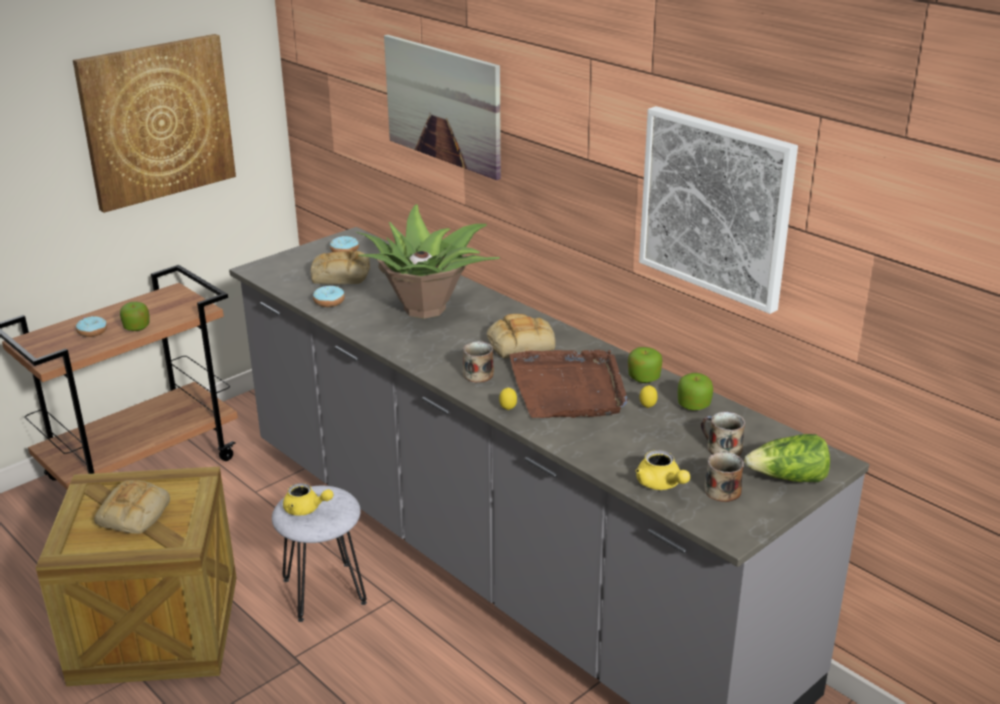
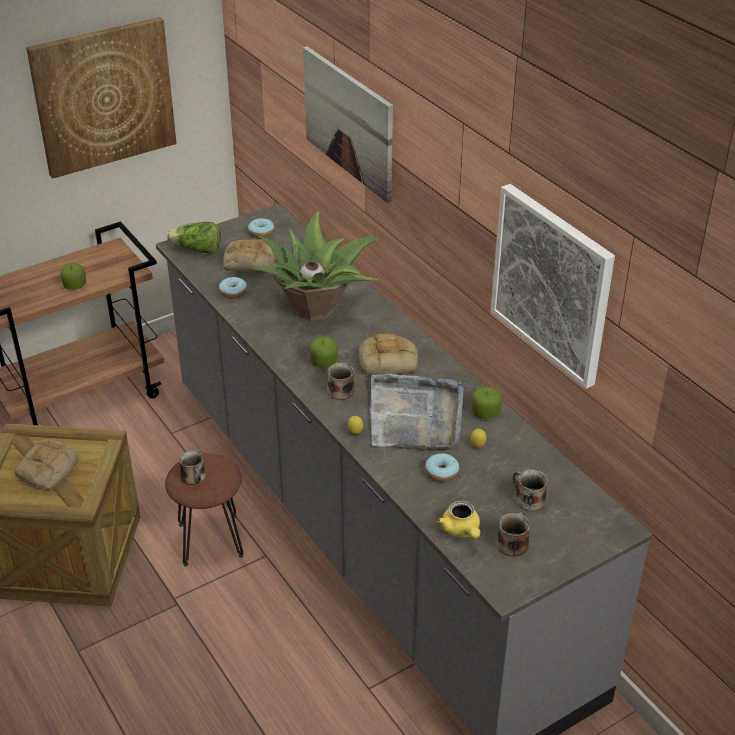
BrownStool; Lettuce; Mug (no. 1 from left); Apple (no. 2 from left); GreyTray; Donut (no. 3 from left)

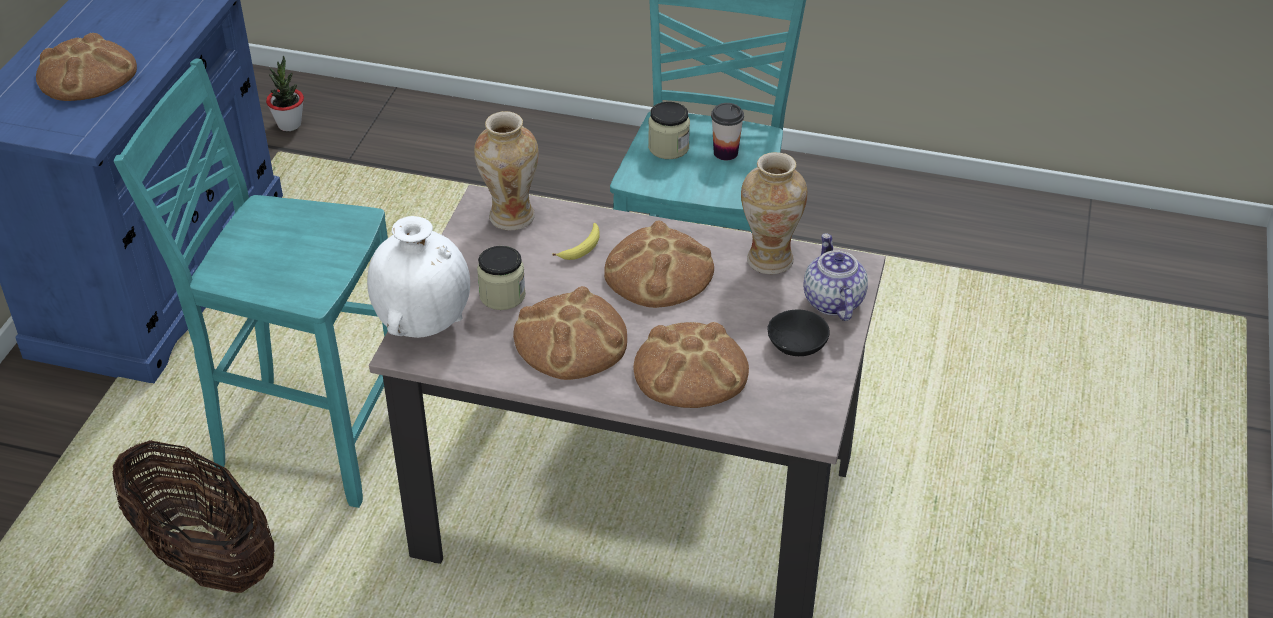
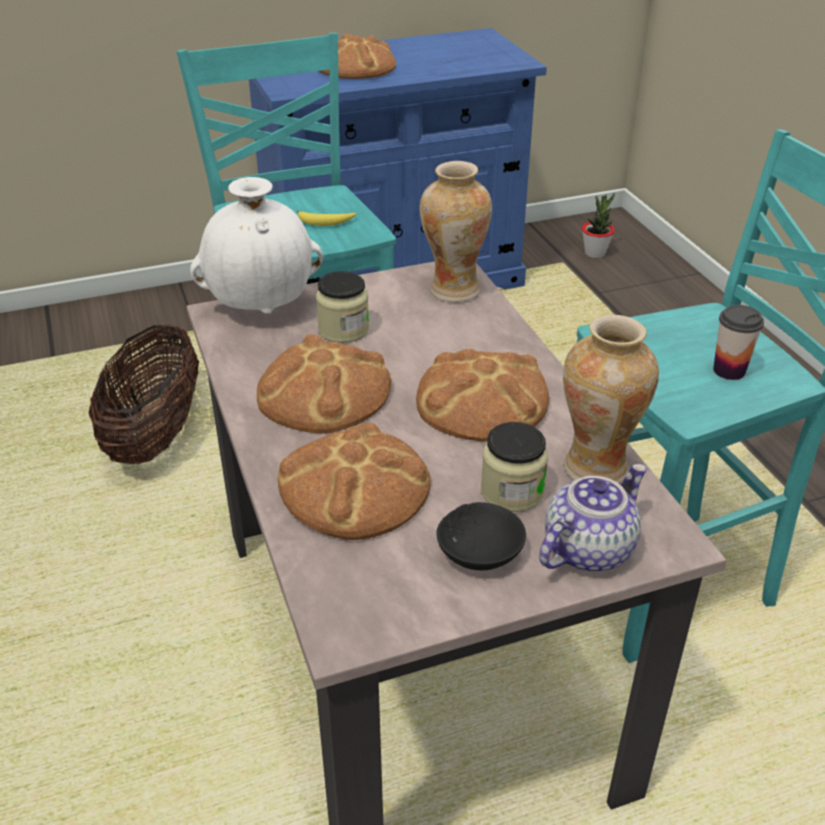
Banana; Jar (no. 2 from left)

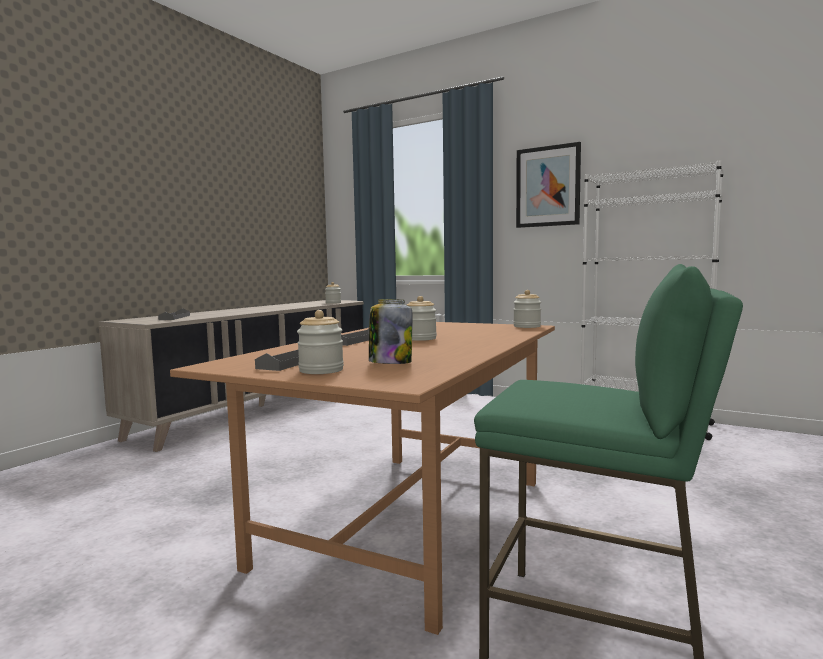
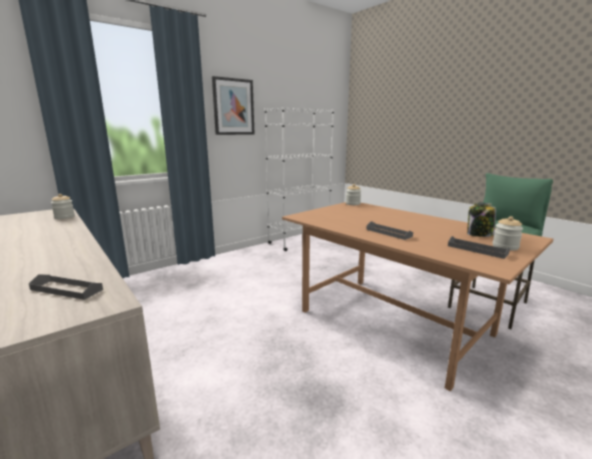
Jar (no. 4 from left in the first image)

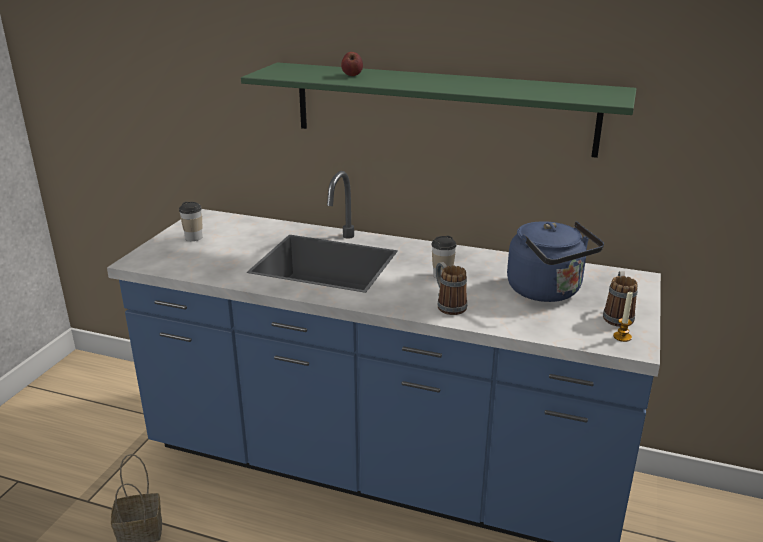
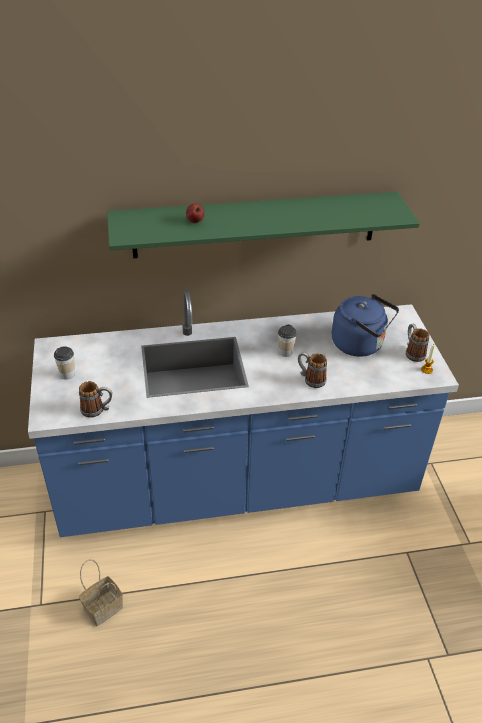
Mug (no. 1 from left)

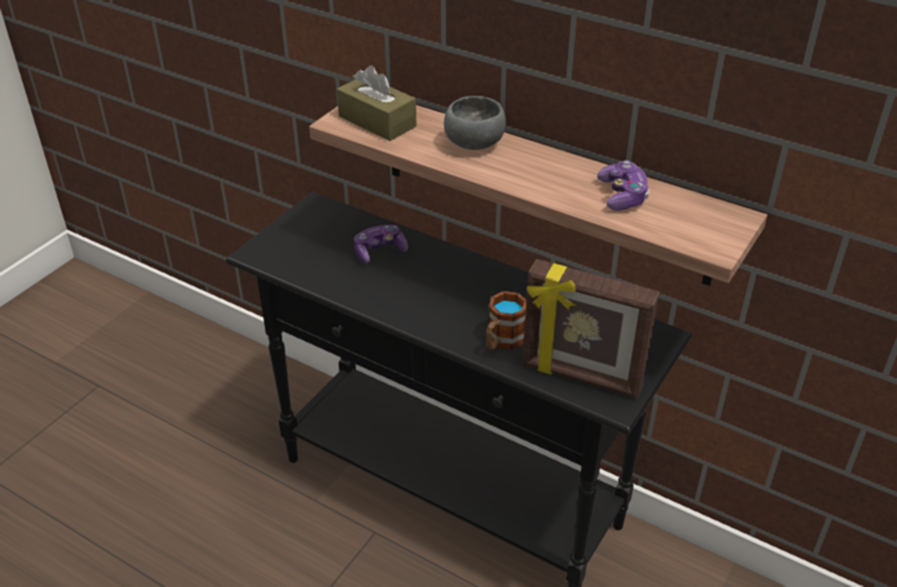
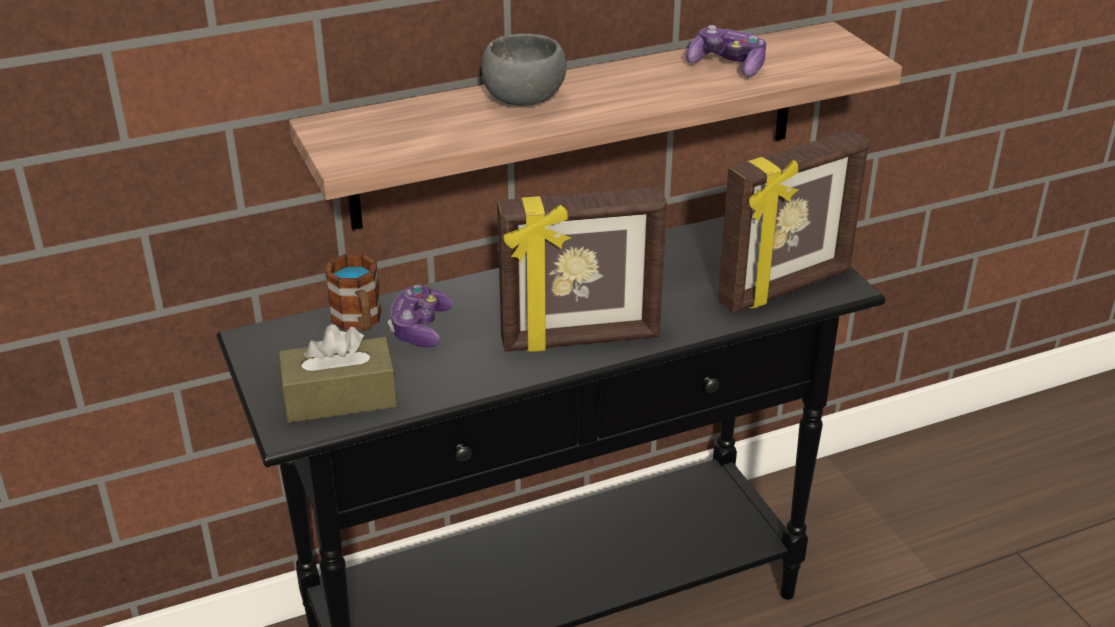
BrownTissueBox; Mug; PictureFrame (no. 1 from left)

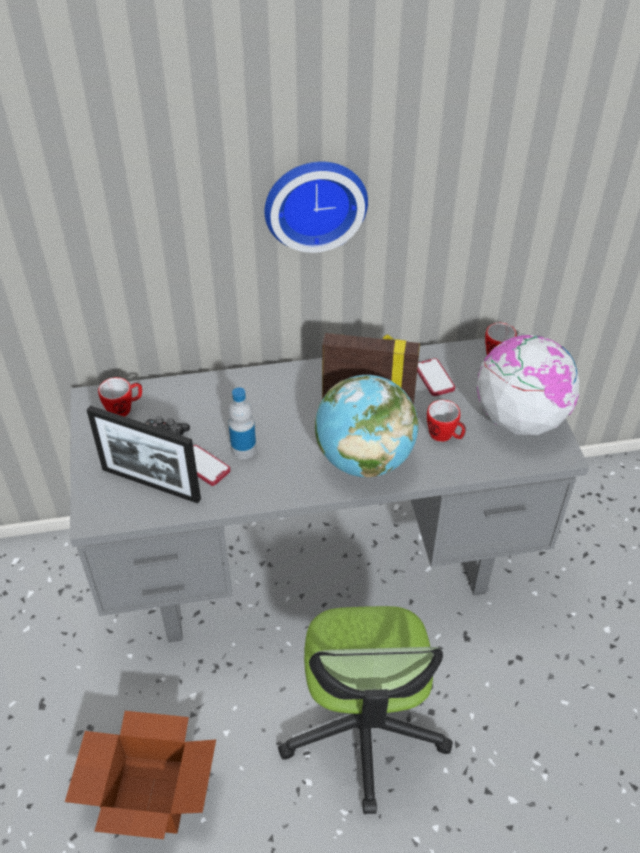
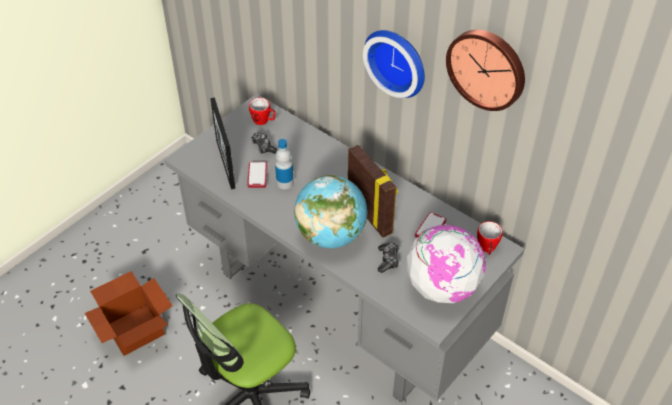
GameController (no. 2 from left); WallClock (no. 2 from left)

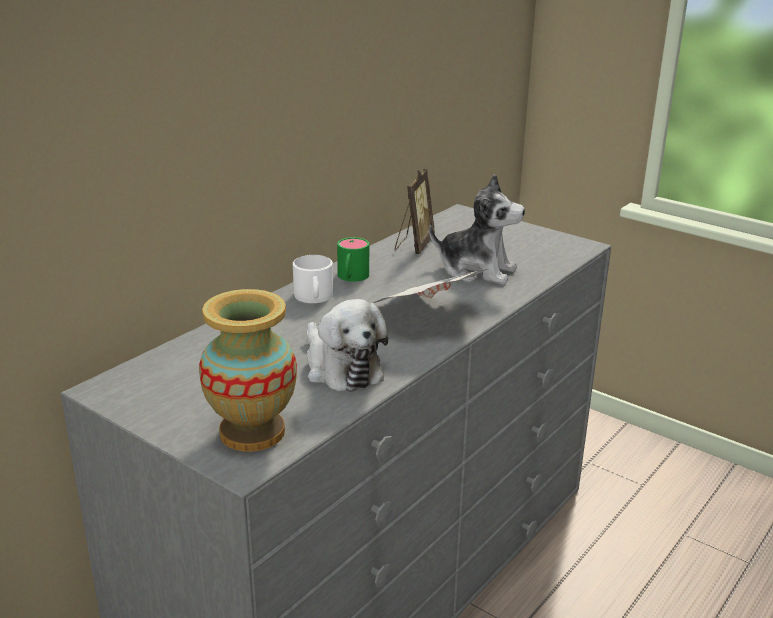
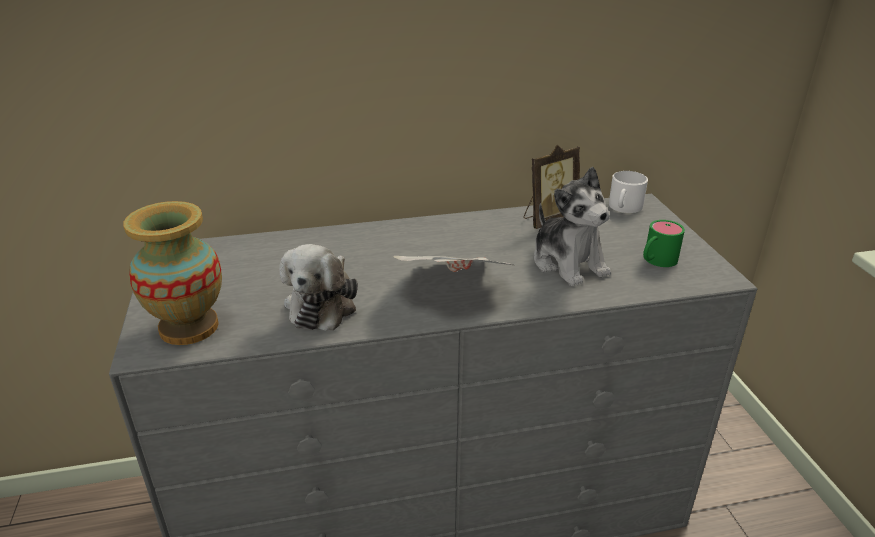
WhiteMug; GreenMug

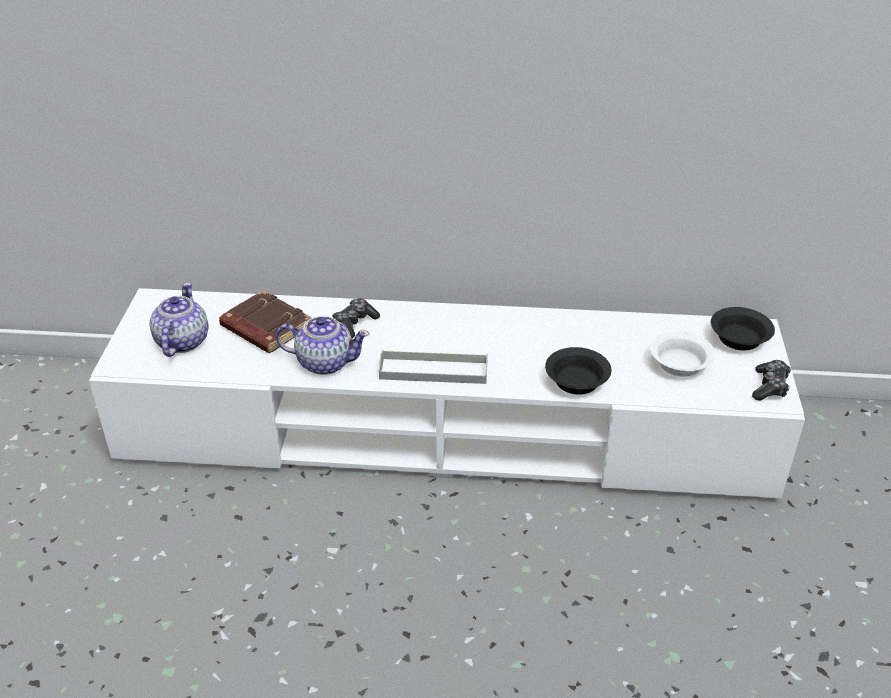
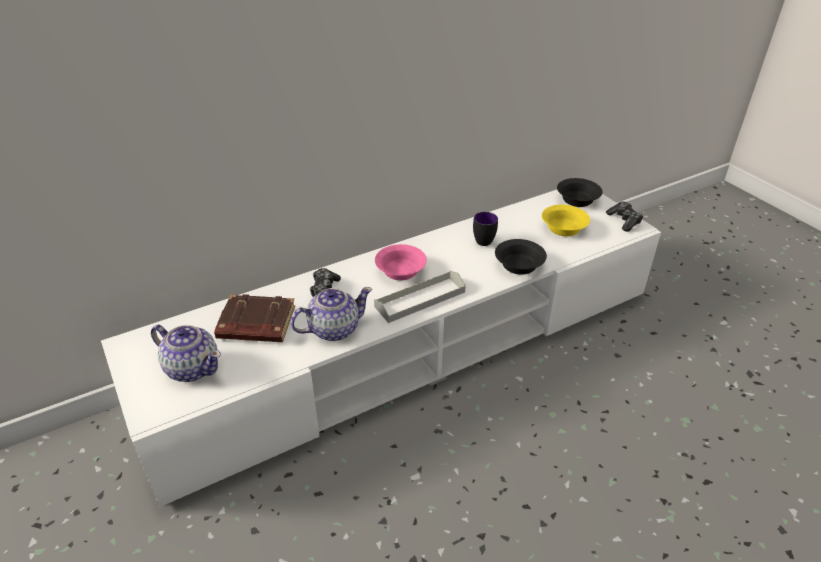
Teapot (no. 1 from left); PinkBowl; Mug; YellowBowl

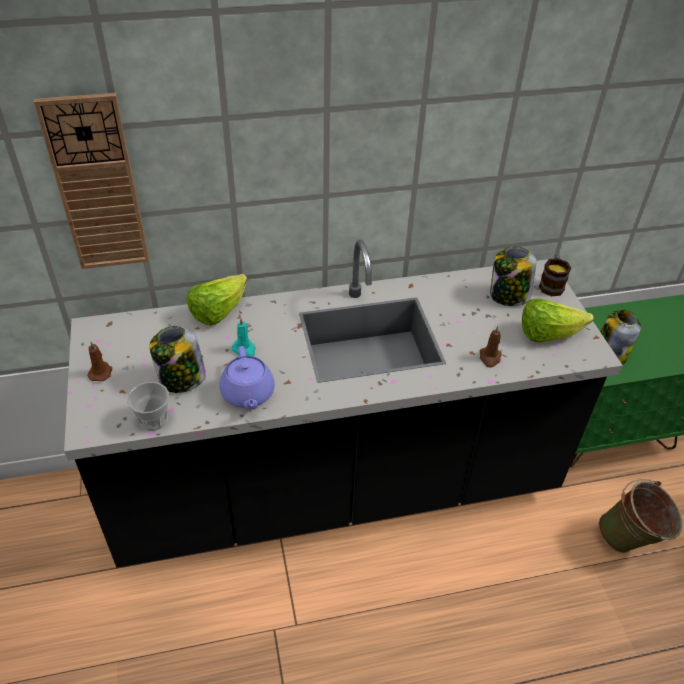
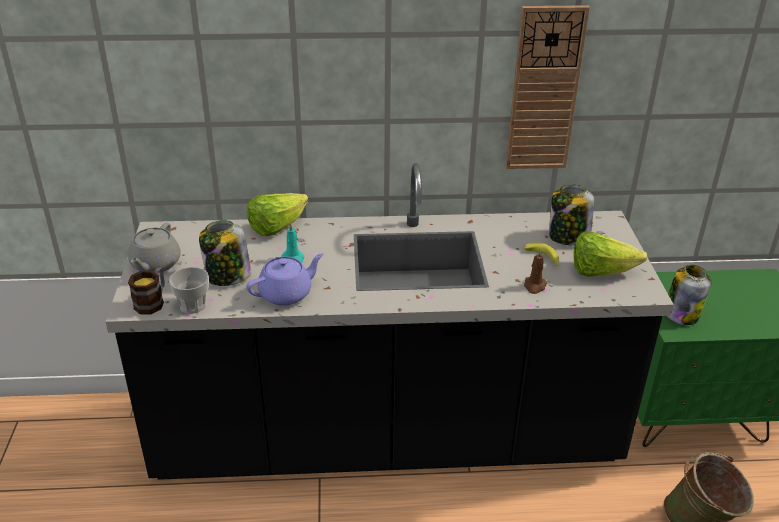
GreyTeapot; Mug; PurpleTeapot; WallClock; Banana

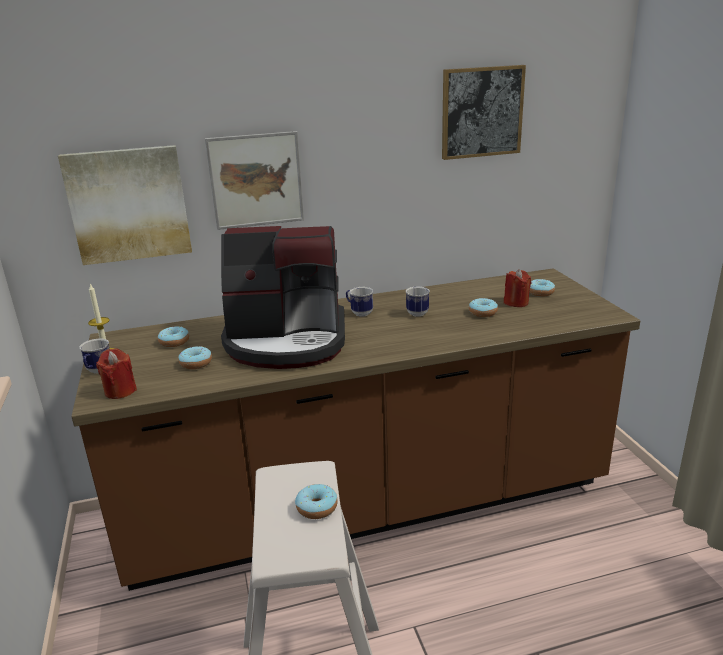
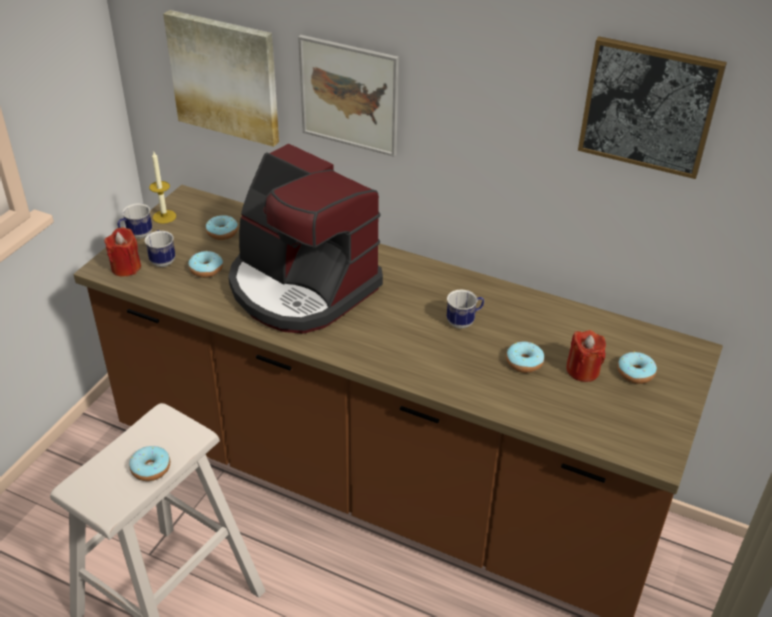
Mug (no. 2 from left)

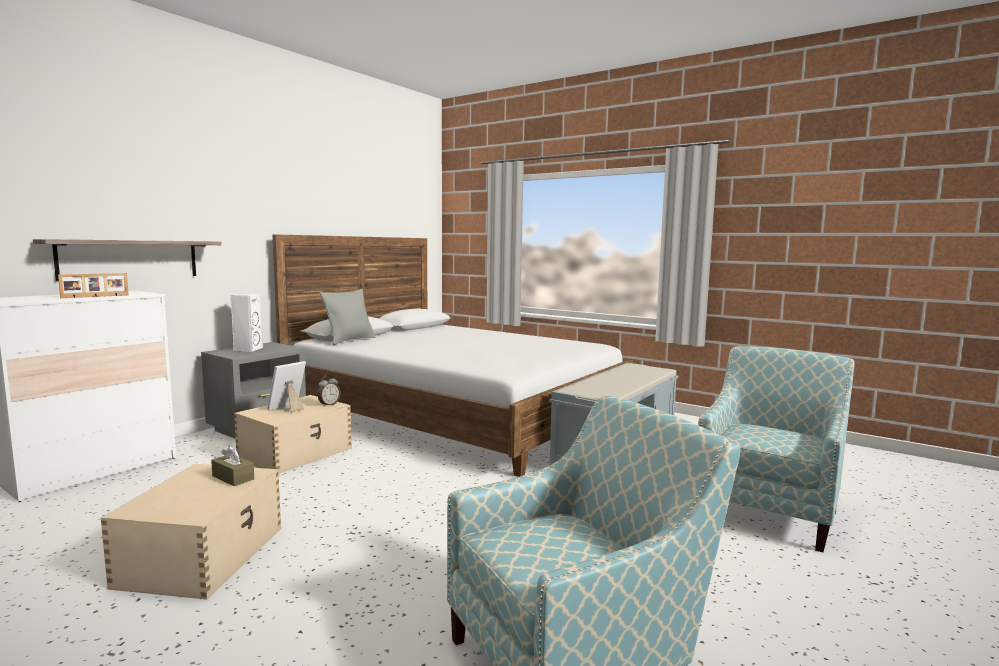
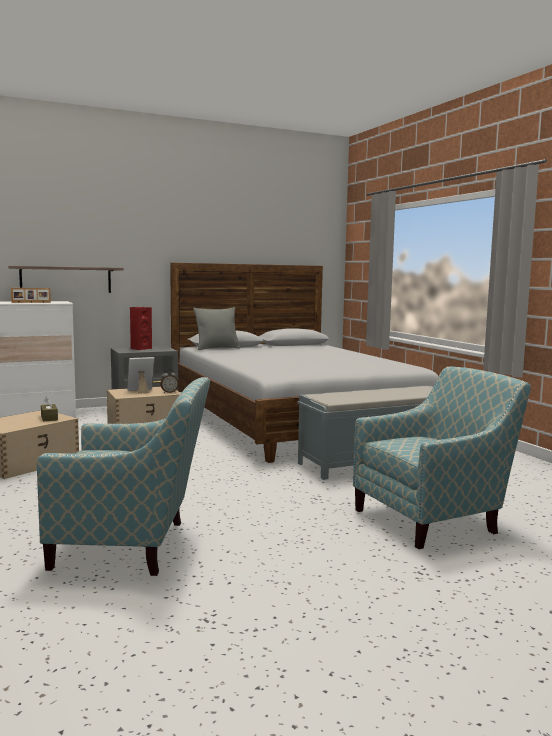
RedSpeaker

